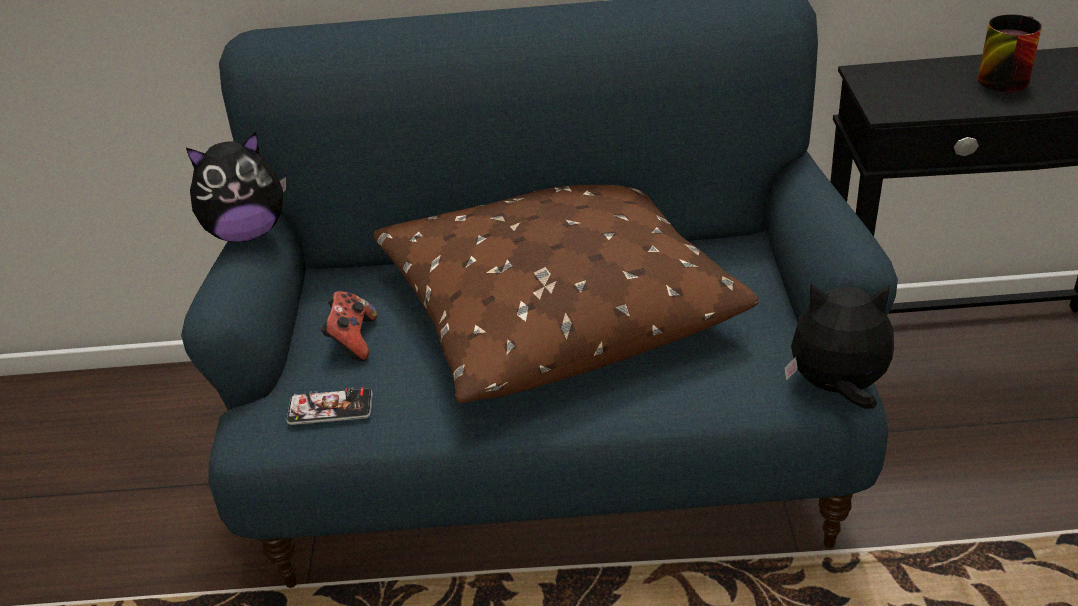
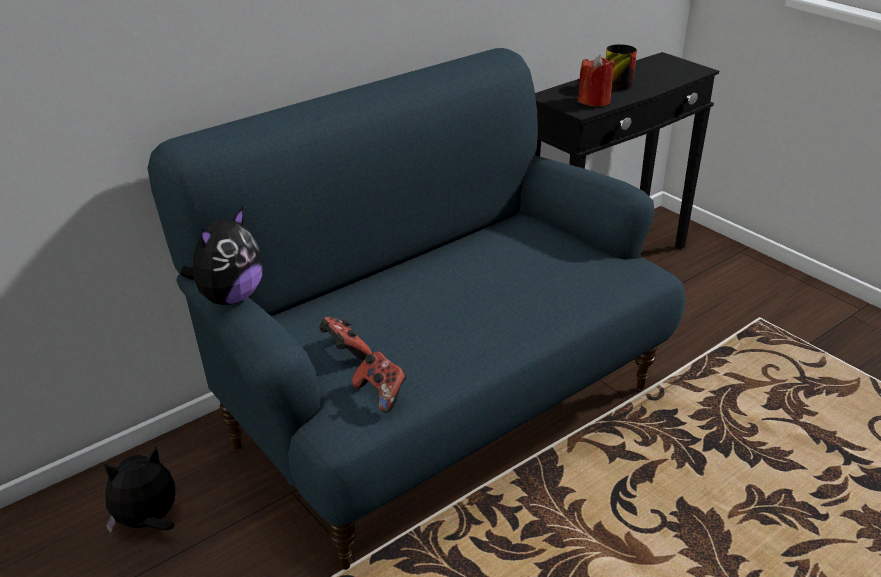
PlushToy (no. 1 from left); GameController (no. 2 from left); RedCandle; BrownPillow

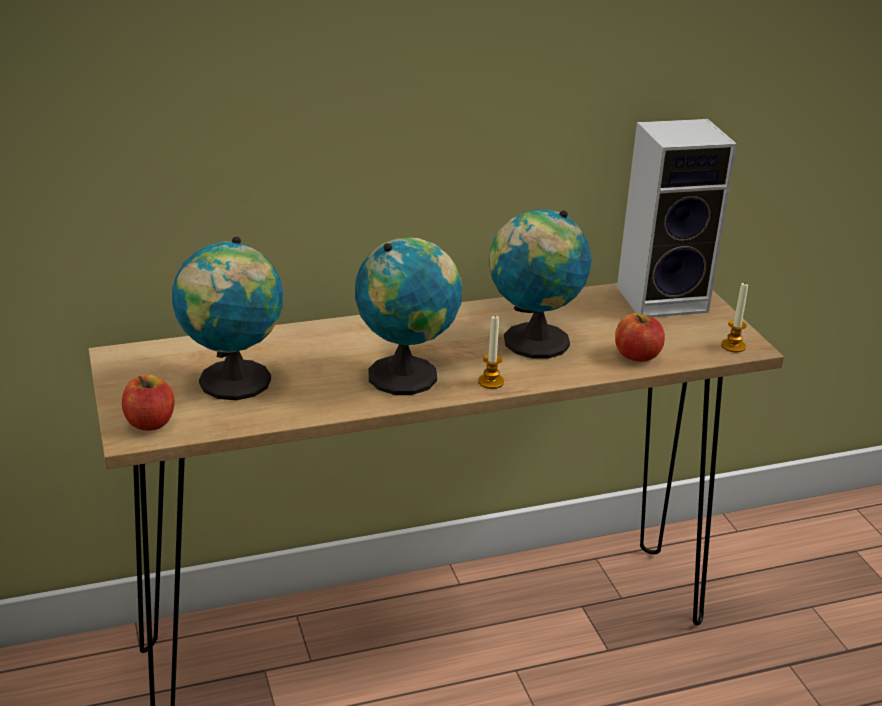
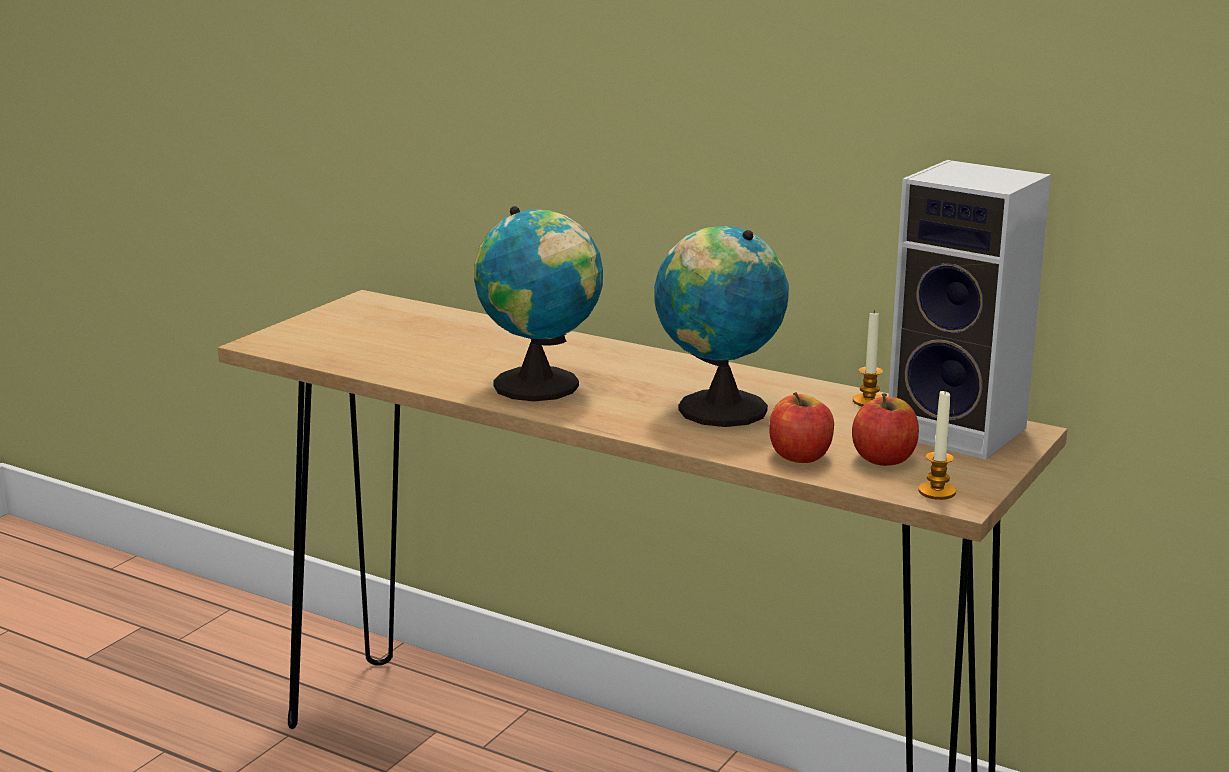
Apple (no. 2 from left); Candle (no. 1 from left); Globe (no. 1 from left in the first image)

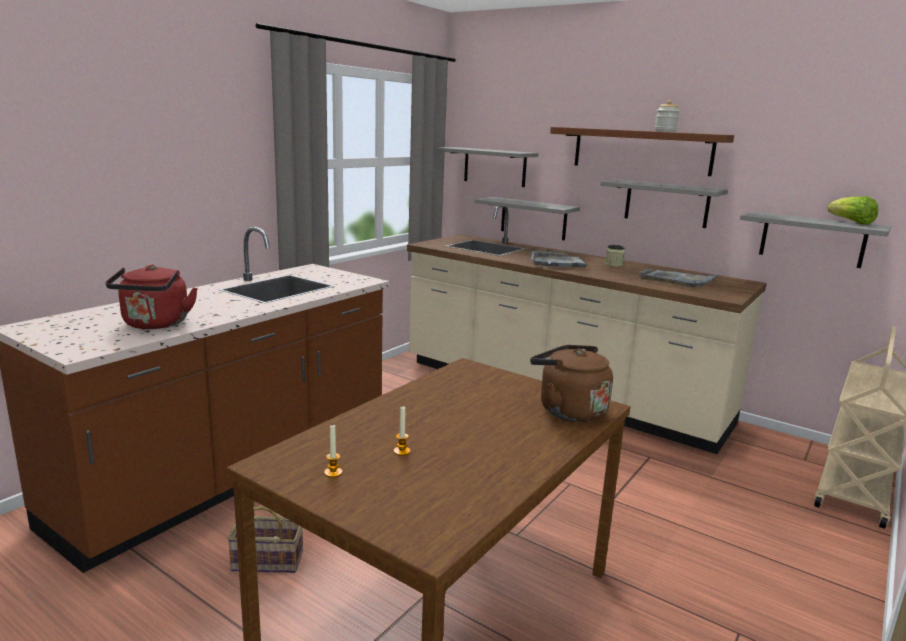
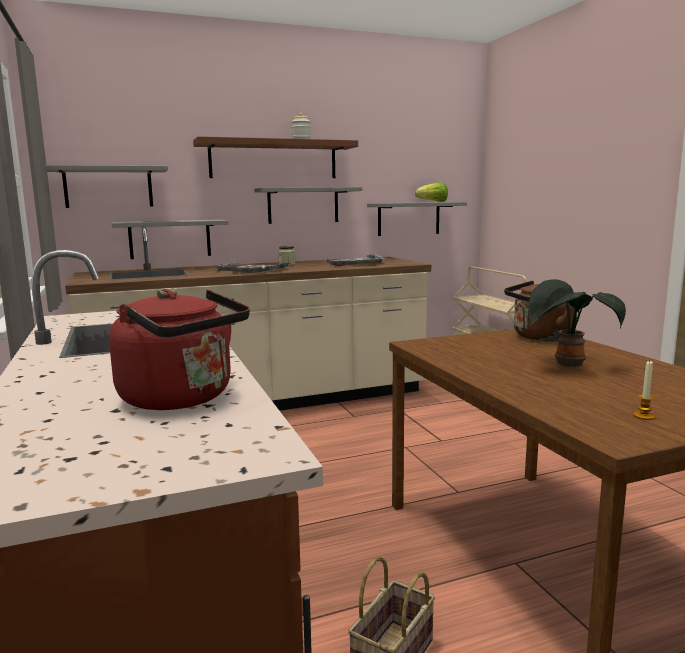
PottedPlant; Candle (no. 2 from left in the first image)

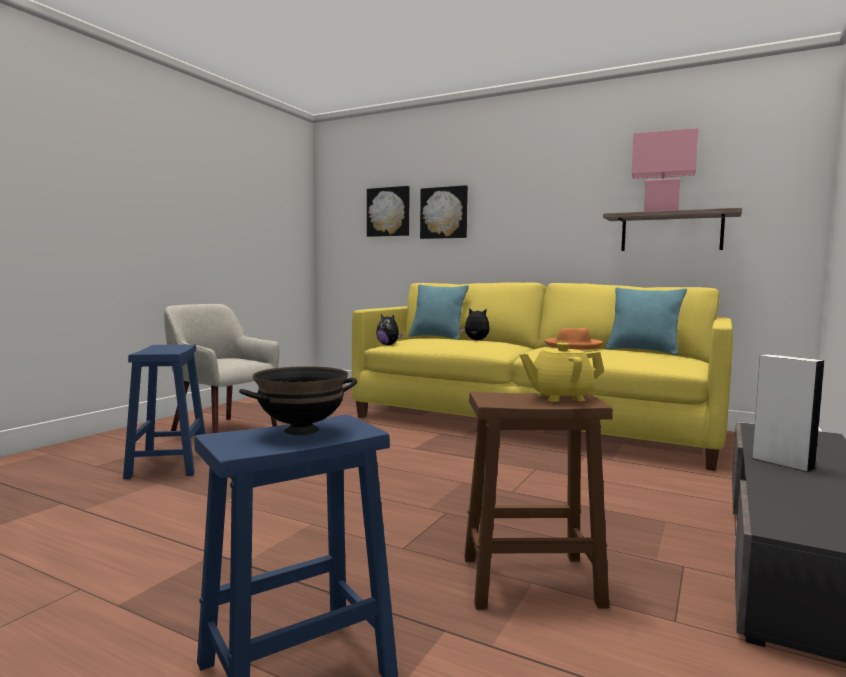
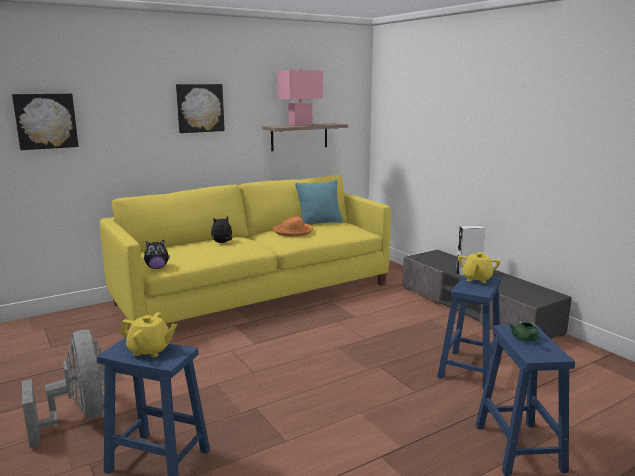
GreyFan; YellowTeapot (no. 1 from left); Picture (no. 2 from left); BlueStool (no. 2 from left); GreenTeapot; TurquoisePillow (no. 1 from left in the first image)

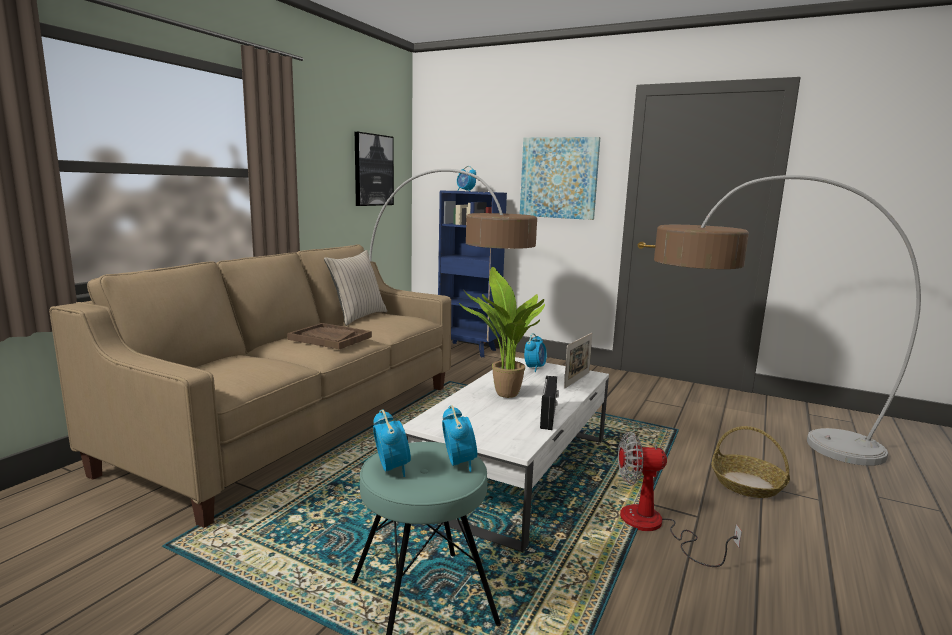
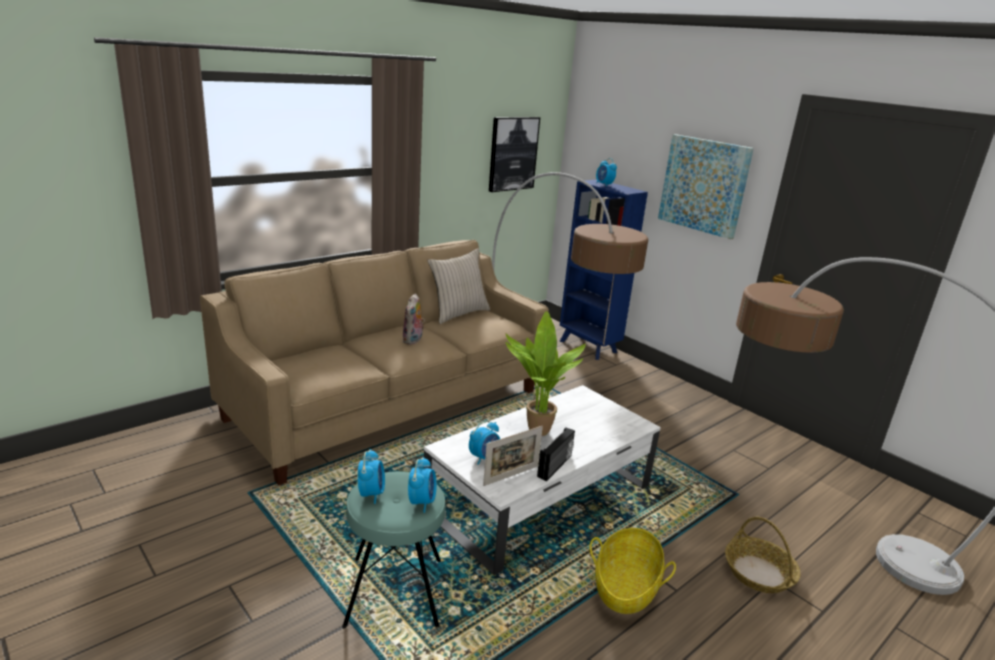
PlushToy; AlarmClock (no. 3 from left); PictureFrame; Basket (no. 1 from left)

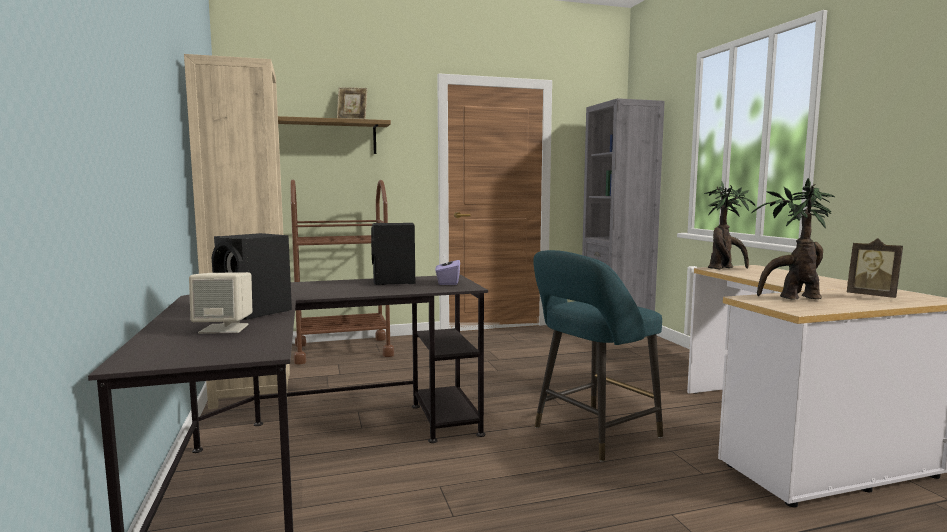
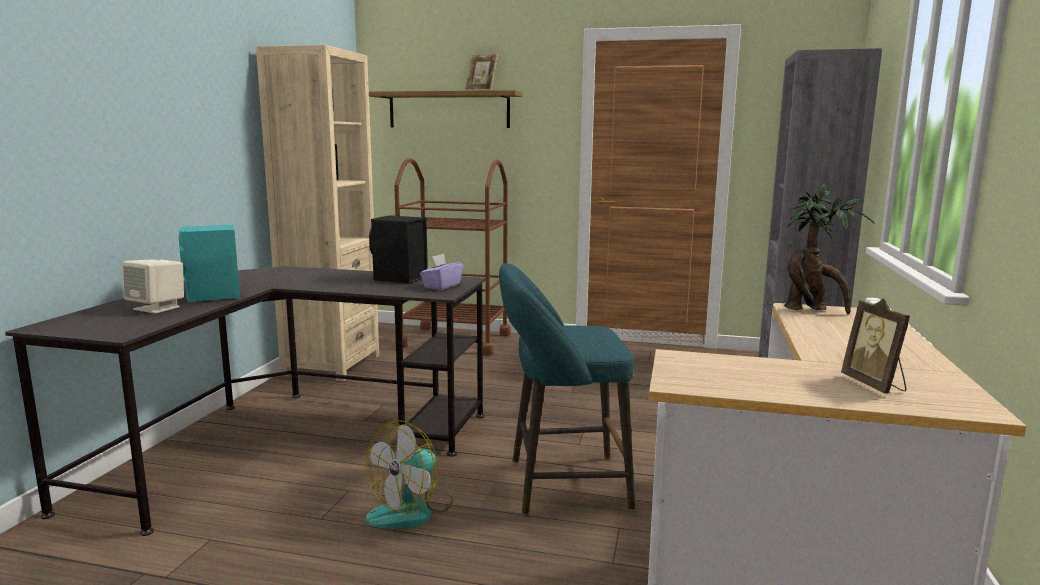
TurquoiseSpeaker; Fan; PottedPlant (no. 2 from left in the first image)

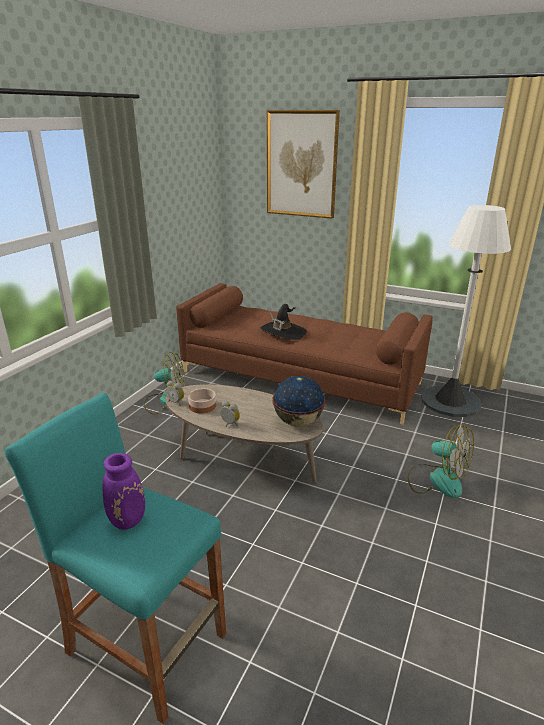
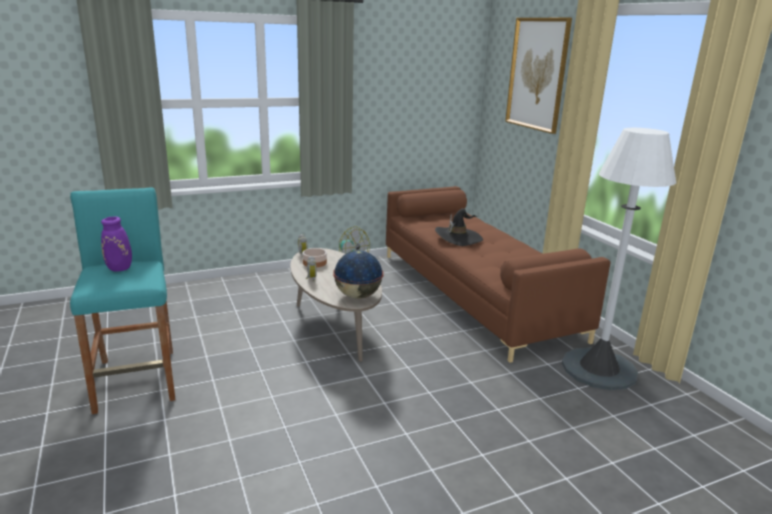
Fan (no. 2 from left in the first image)

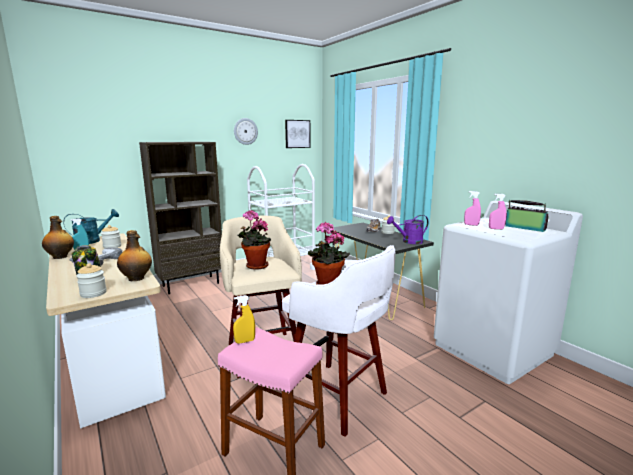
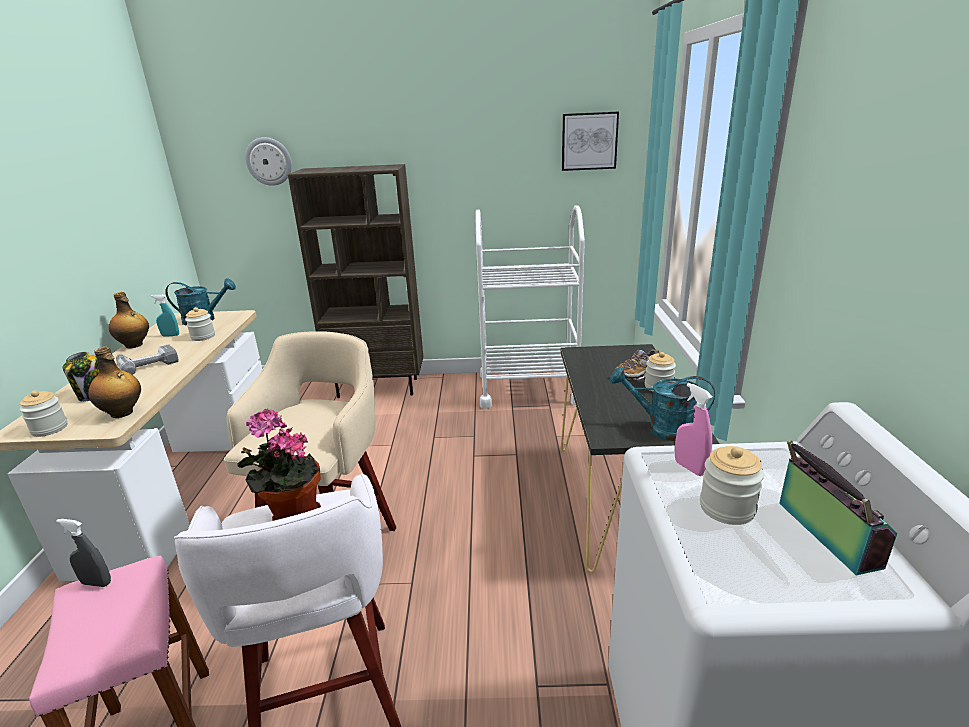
GreySprayBottle; WallClock; TurquoiseWateringCan (no. 2 from left); Jar (no. 5 from left); PottedPlant (no. 1 from left in the first image)

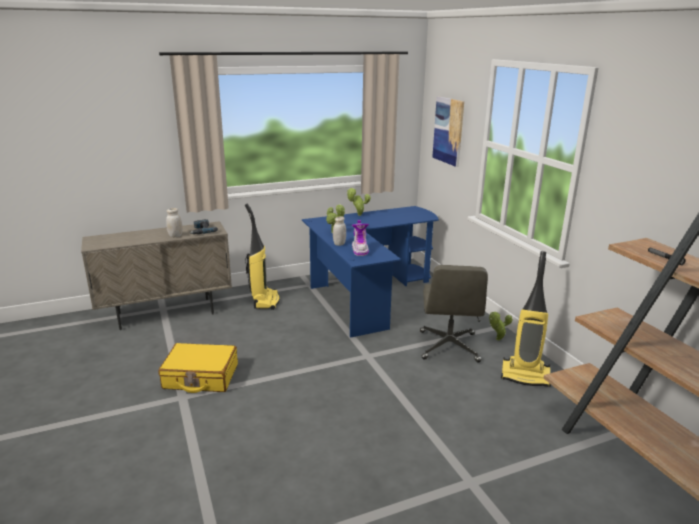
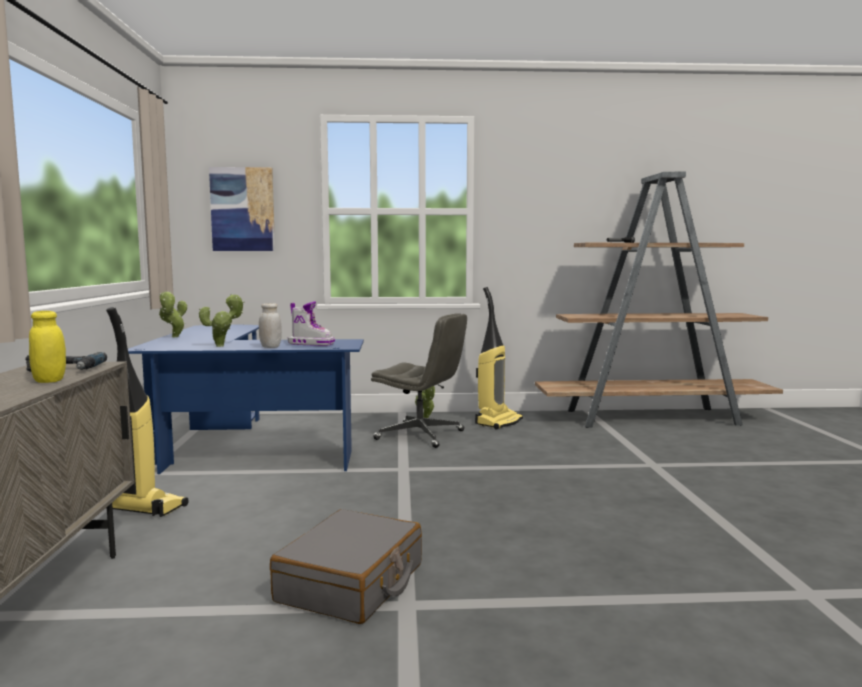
YellowJar; GreySuitcase

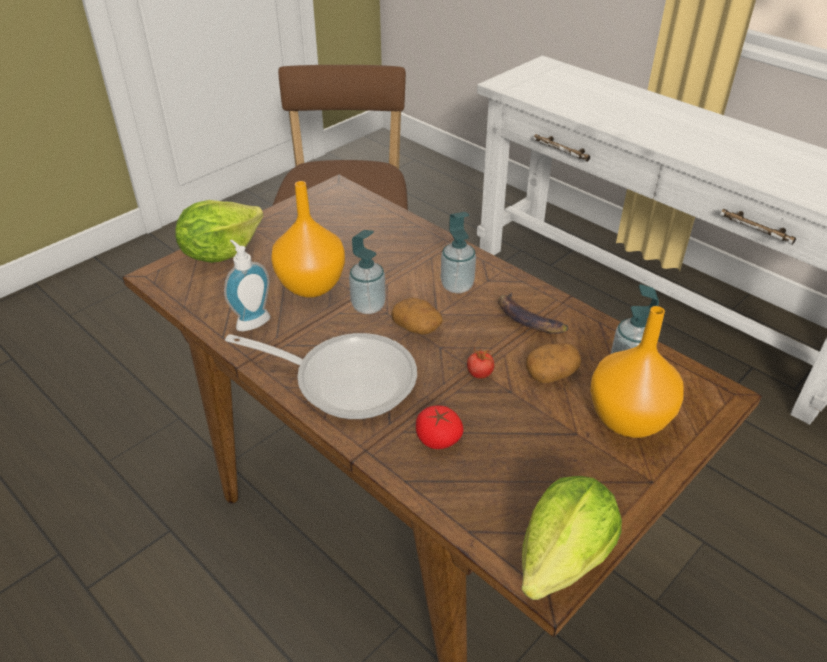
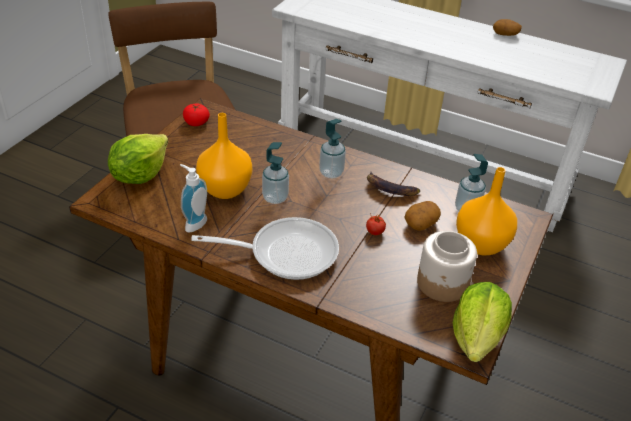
Tomato (no. 1 from left); Jar; Potato (no. 2 from left)

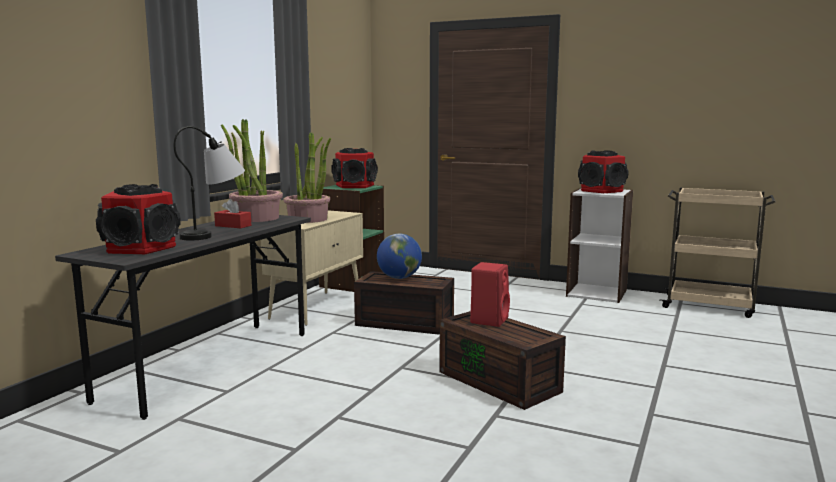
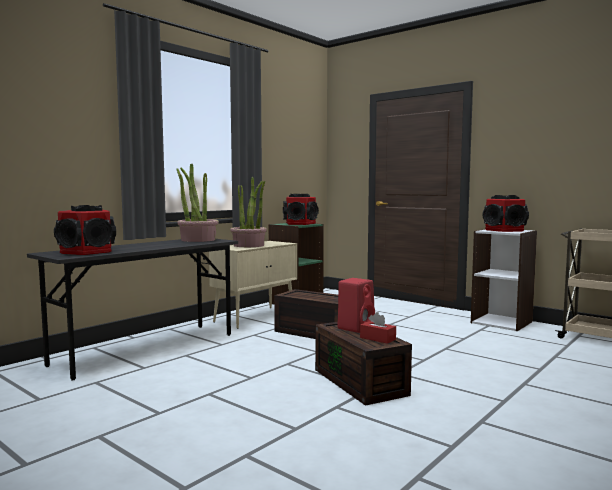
RedTissueBox; TableLamp; Globe

